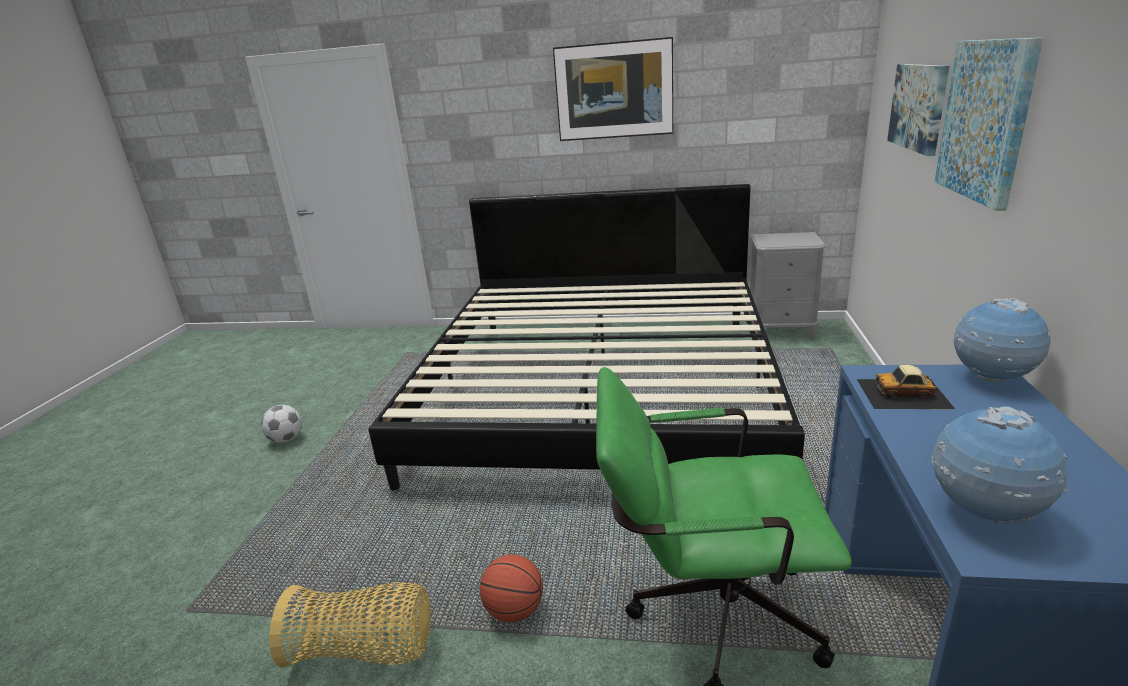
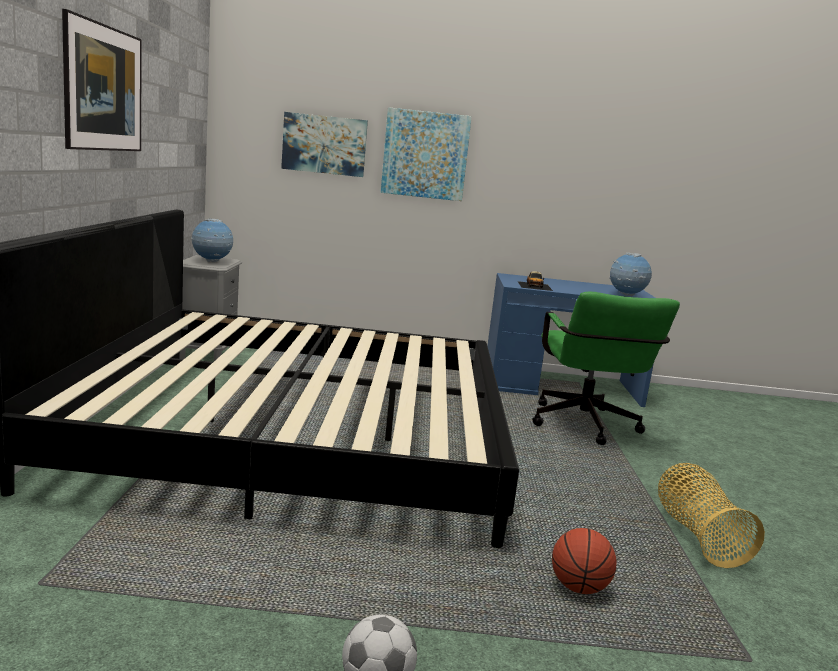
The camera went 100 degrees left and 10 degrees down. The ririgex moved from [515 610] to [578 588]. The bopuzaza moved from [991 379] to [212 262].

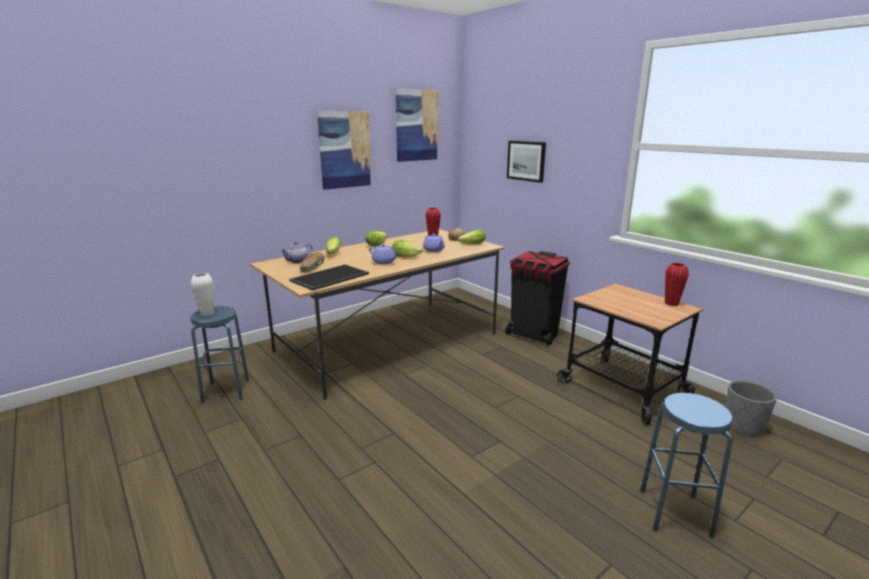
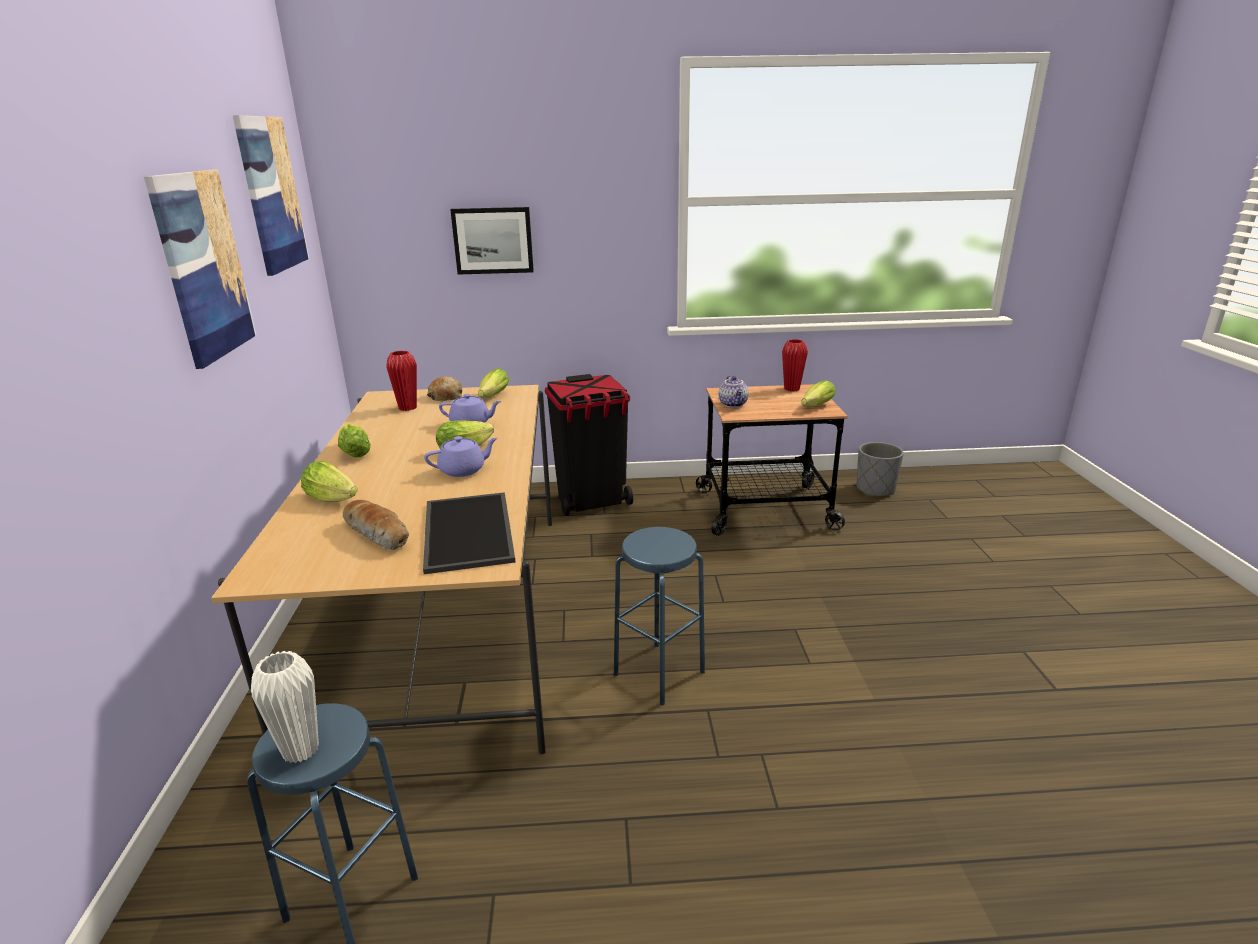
The camera went 55 degrees left and 5 degrees up. The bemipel at [815 407] appeared. The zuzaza moved from [298 261] to [733 404]. The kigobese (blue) moved from [675 513] to [659 673].

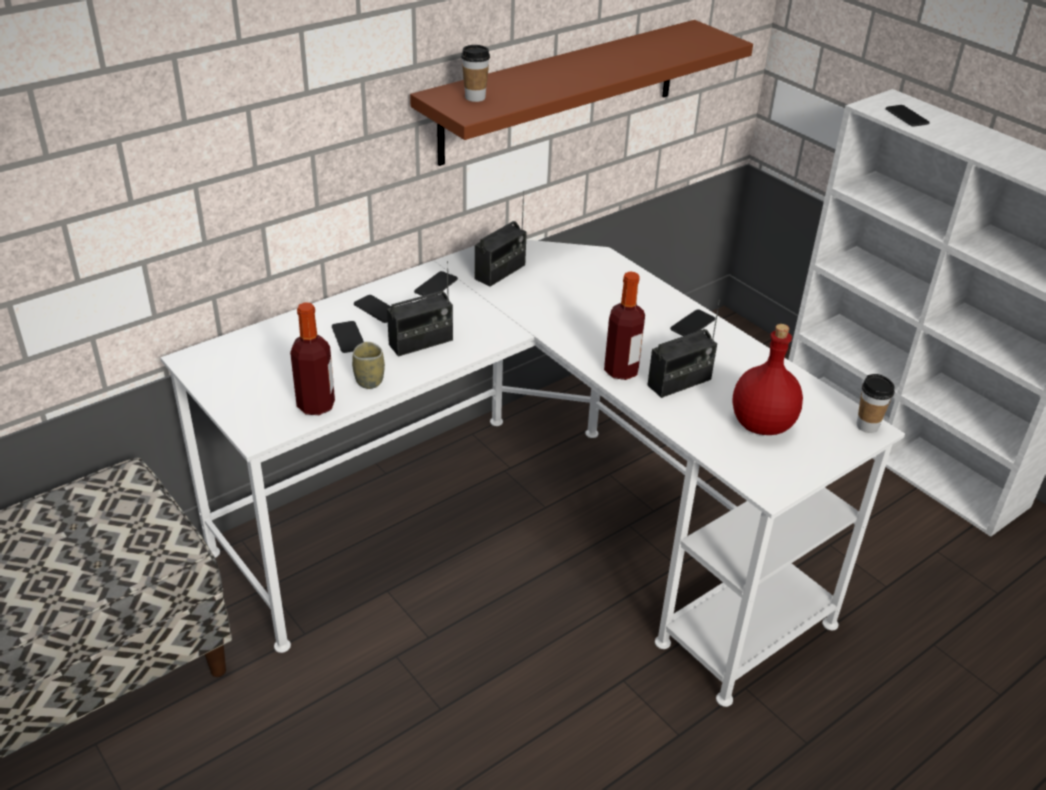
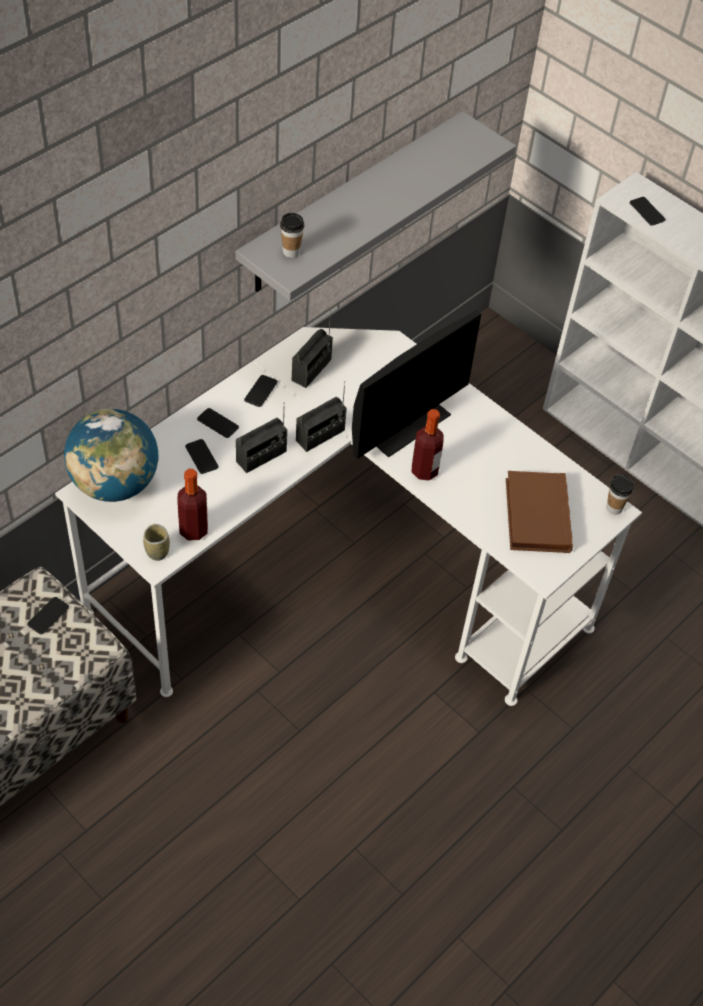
The camera went 10 degrees left and 15 degrees up. The bopuzaza at [115 483] appeared. The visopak at [406 424] appeared. The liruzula moved from [369 381] to [157 551]. The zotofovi moved from [679 382] to [320 435]. The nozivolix moved from [692 324] to [48 616]. The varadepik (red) at [760 424] was replaced by the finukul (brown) at [535 514]. The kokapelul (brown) at [561 91] became the kokapelul (grey) at [352 203].

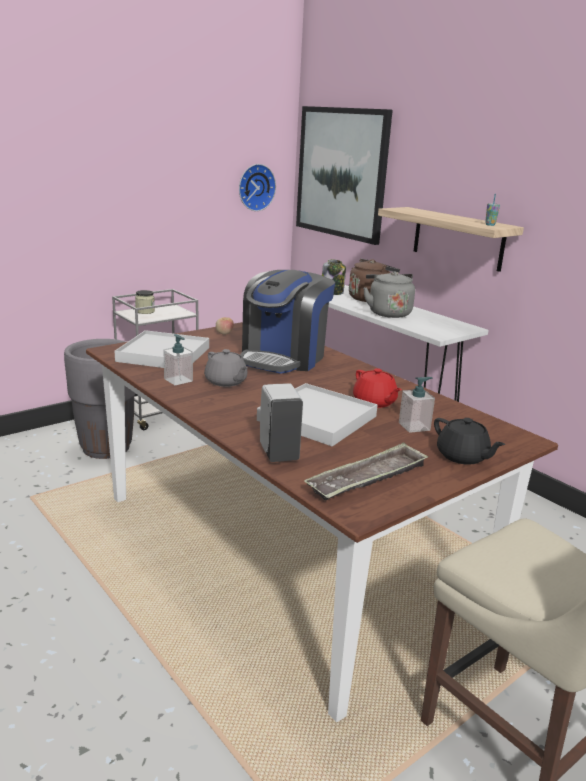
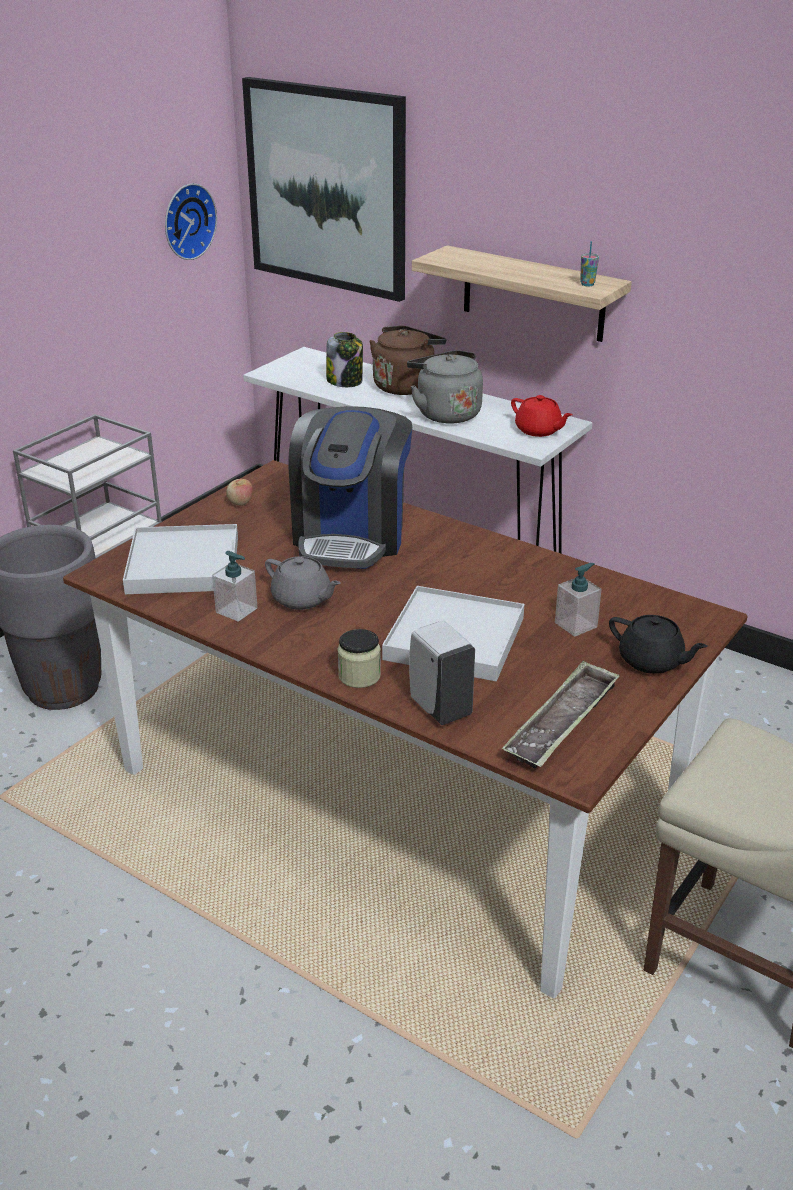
The camera went 15 degrees left and 10 degrees up. The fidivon moved from [145 311] to [359 676]. The zuzaza (red) moved from [375 402] to [538 430].

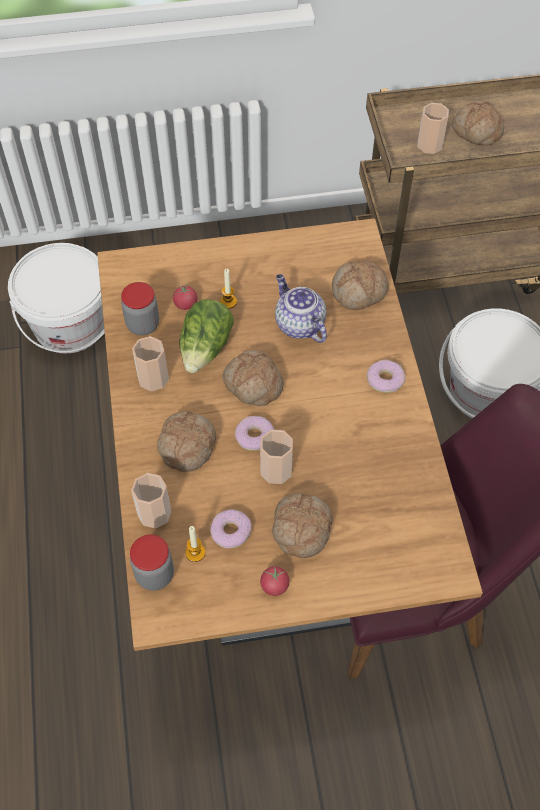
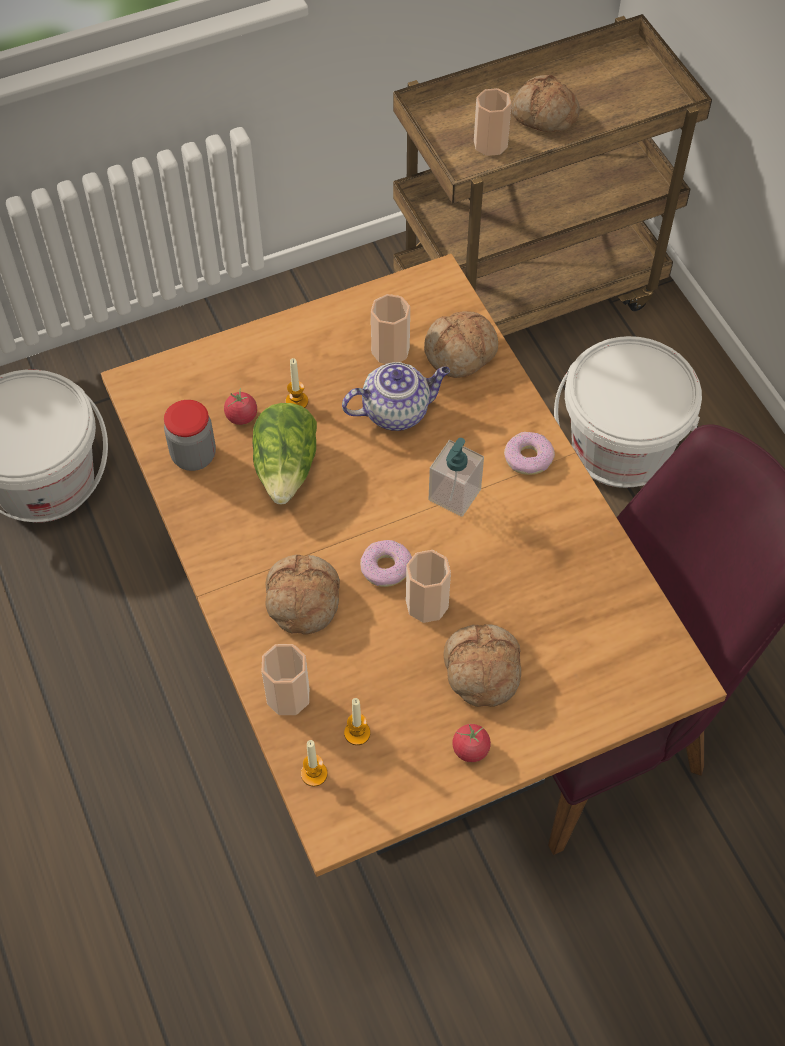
The camera went 15 degrees left and 0 degrees up. The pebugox at [230 531] disappeared. The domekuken at [252 384] disappeared. The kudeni at [454 495] appeared. The liruzula moved from [153 378] to [390 350]. The fidivon at [155 574] was replaced by the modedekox at [314 774]. The zuzaza at [298 324] turned 120 degrees clockwise.

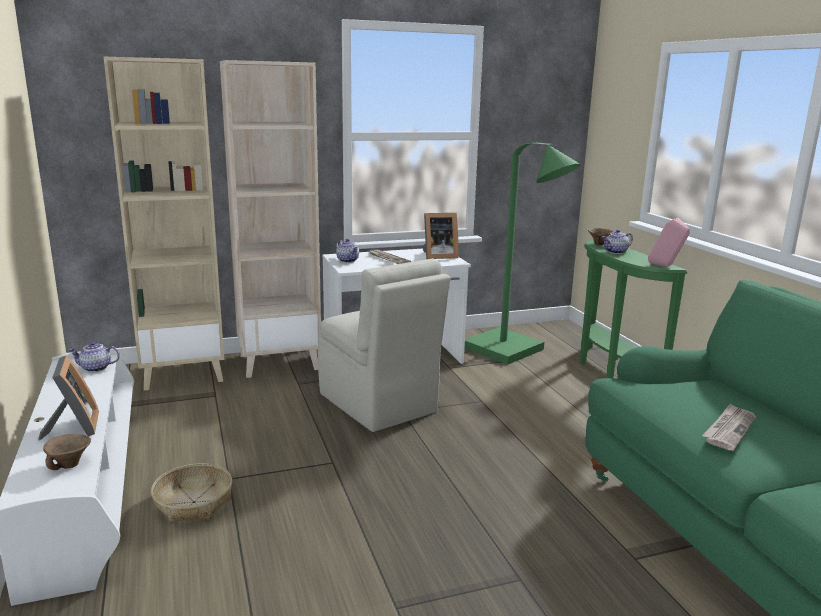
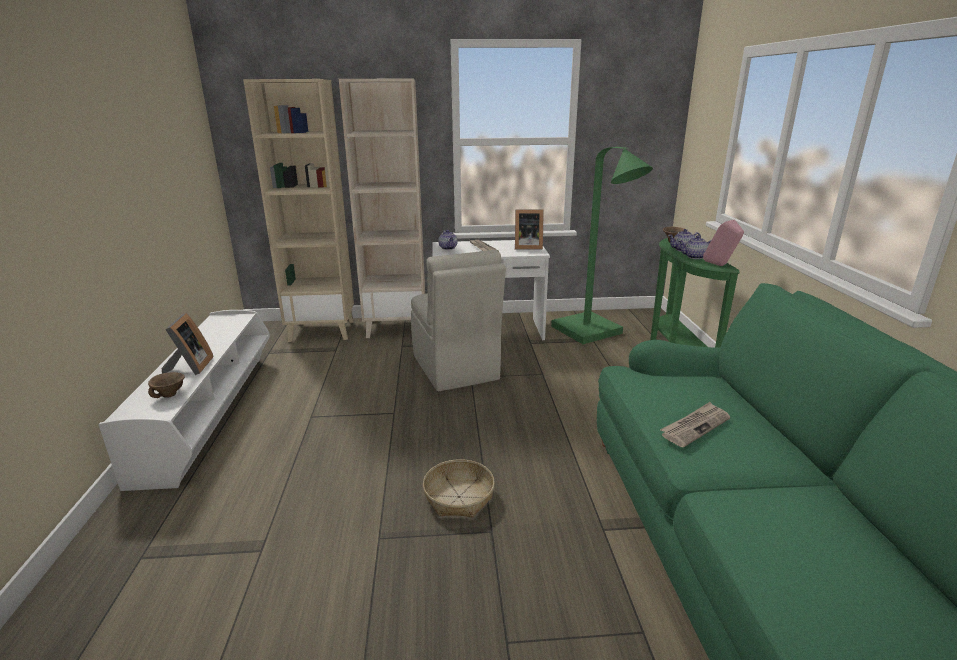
The camera went 15 degrees right and 5 degrees up. The zuzaza moved from [95 368] to [694 257]. The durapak moved from [193 502] to [458 496].

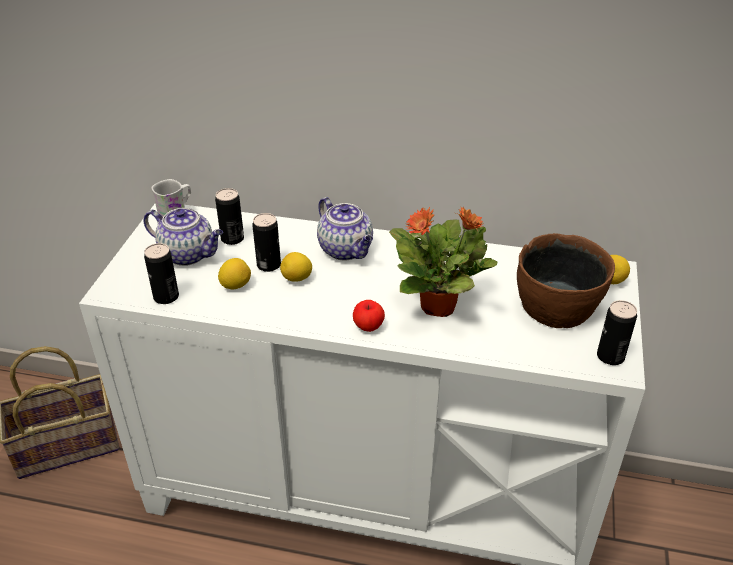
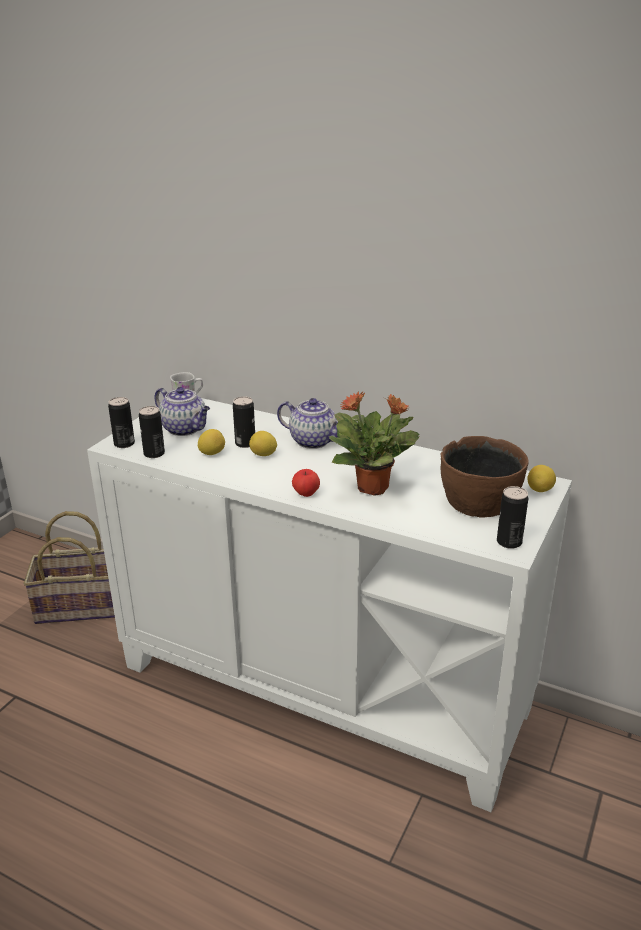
The camera went 15 degrees right and 10 degrees down. The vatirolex moved from [232 239] to [124 444]. The zuzaza at [346 250] turned 45 degrees counterclockwise.

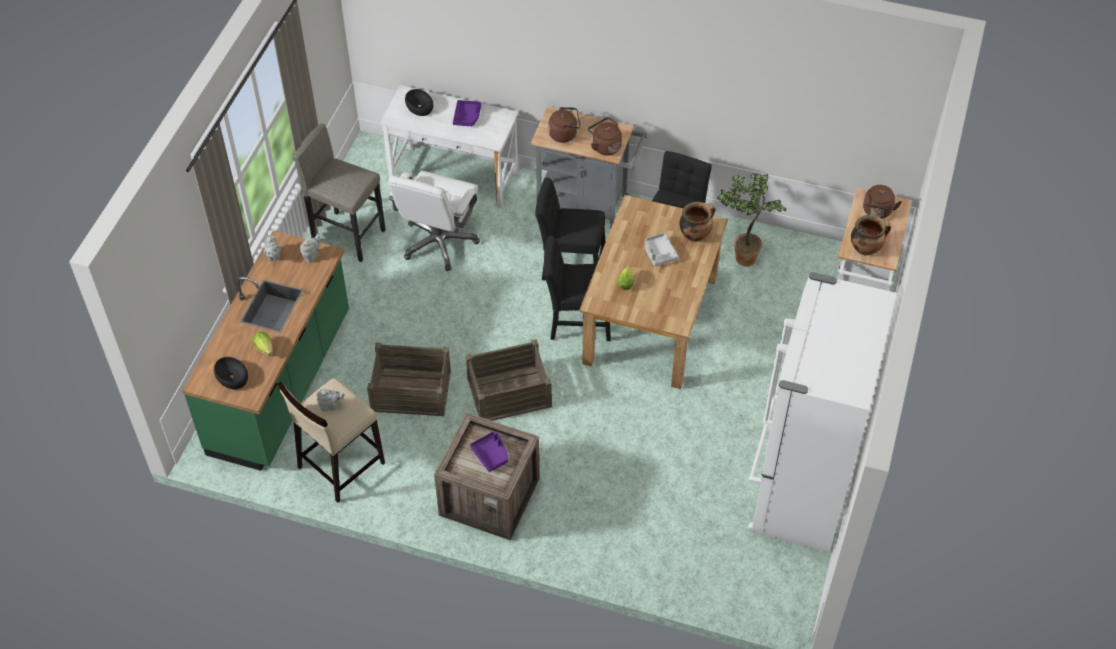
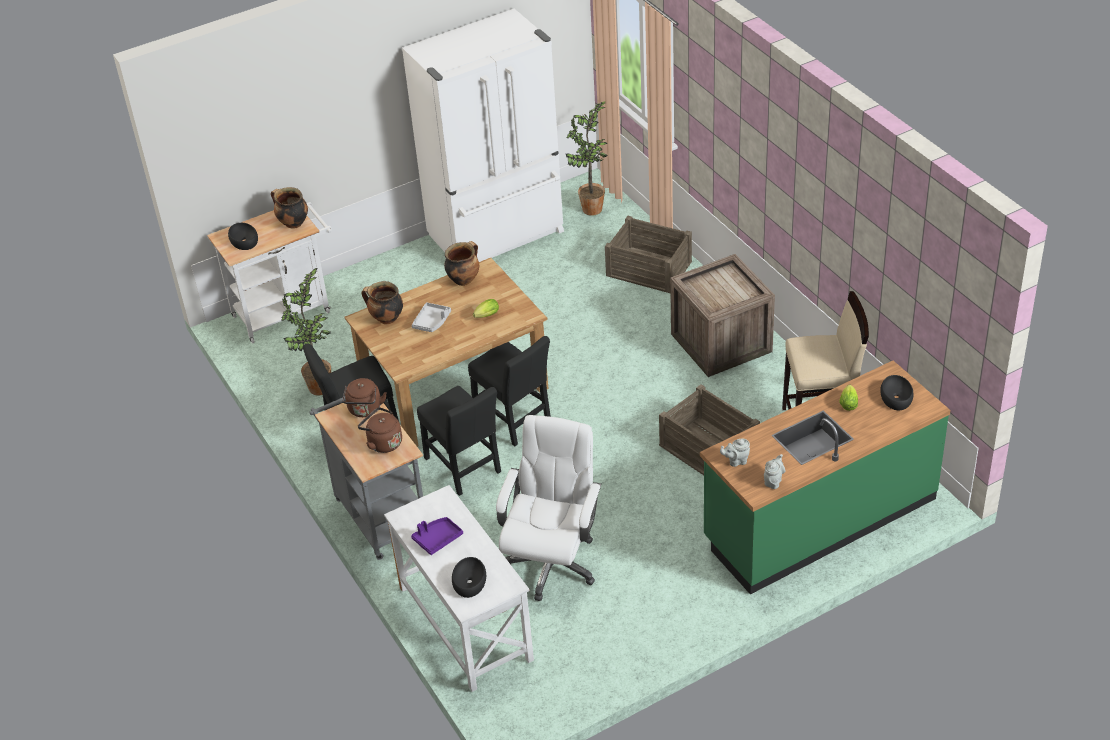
The camera went 135 degrees left and 10 degrees down. The kigobese (grey) at [348 236] disappeared. The zuzaza (grey) at [331 406] disappeared. The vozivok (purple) at [491 454] disappeared. The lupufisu at [464 279] appeared. The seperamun at [592 211] appeared. The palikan moved from [508 392] to [649 269]. The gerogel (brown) at [877 212] was replaced by the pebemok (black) at [244 240]. The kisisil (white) at [439 242] turned 45 degrees counterclockwise.

